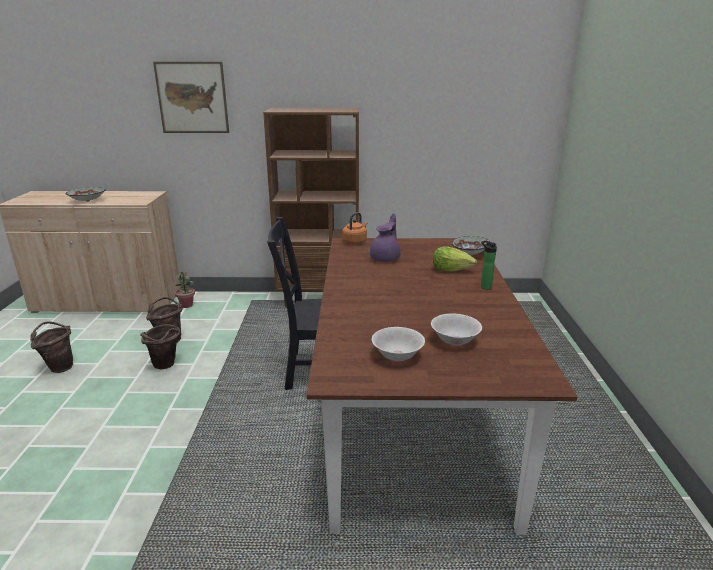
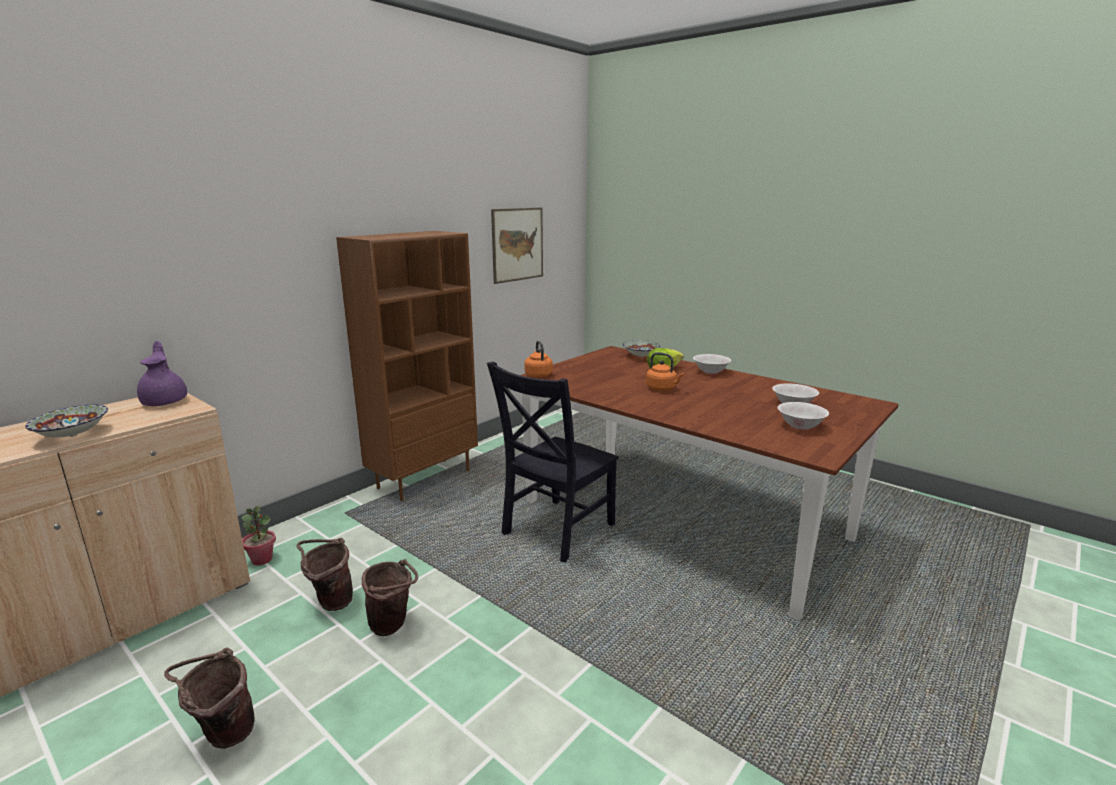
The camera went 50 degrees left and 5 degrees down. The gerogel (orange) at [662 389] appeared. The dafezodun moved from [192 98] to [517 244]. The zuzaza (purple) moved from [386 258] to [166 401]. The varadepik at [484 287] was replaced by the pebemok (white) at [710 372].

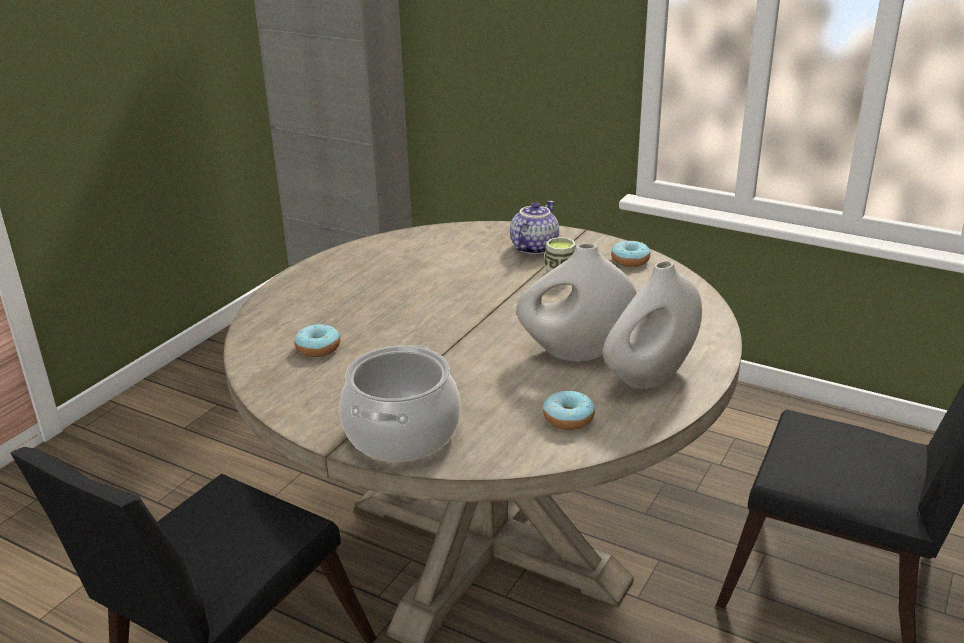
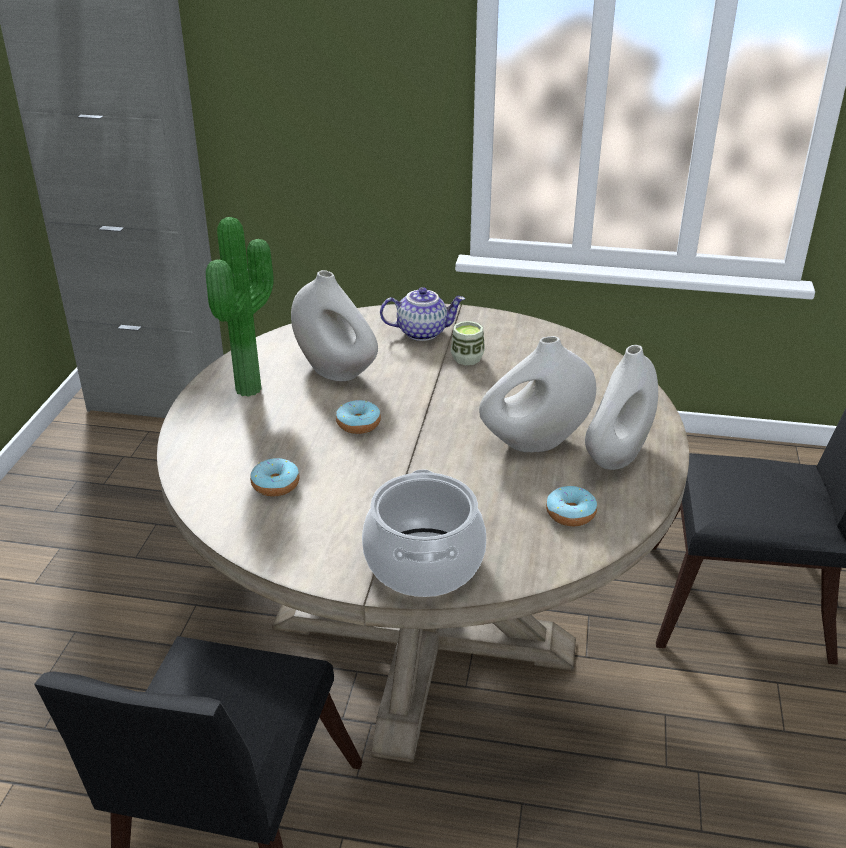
The camera went 20 degrees left and 5 degrees up. The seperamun at [253 390] appeared. The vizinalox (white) at [336 371] appeared. The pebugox moved from [630 260] to [358 424]. The zuzaza at [533 247] turned 75 degrees clockwise.

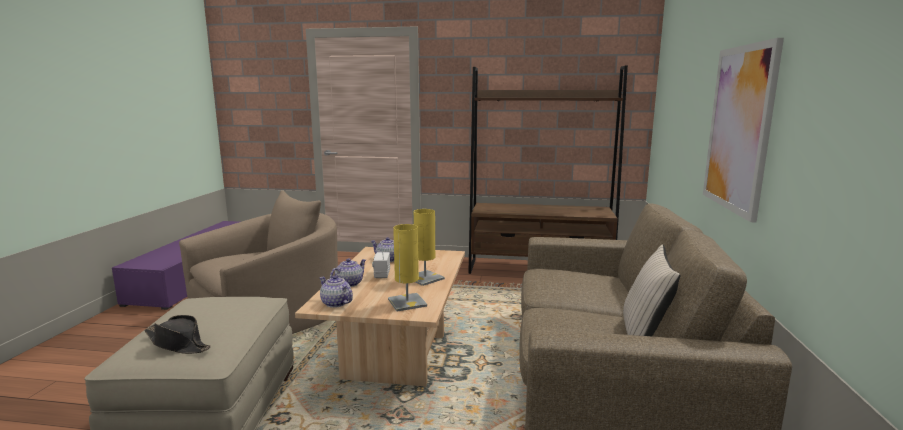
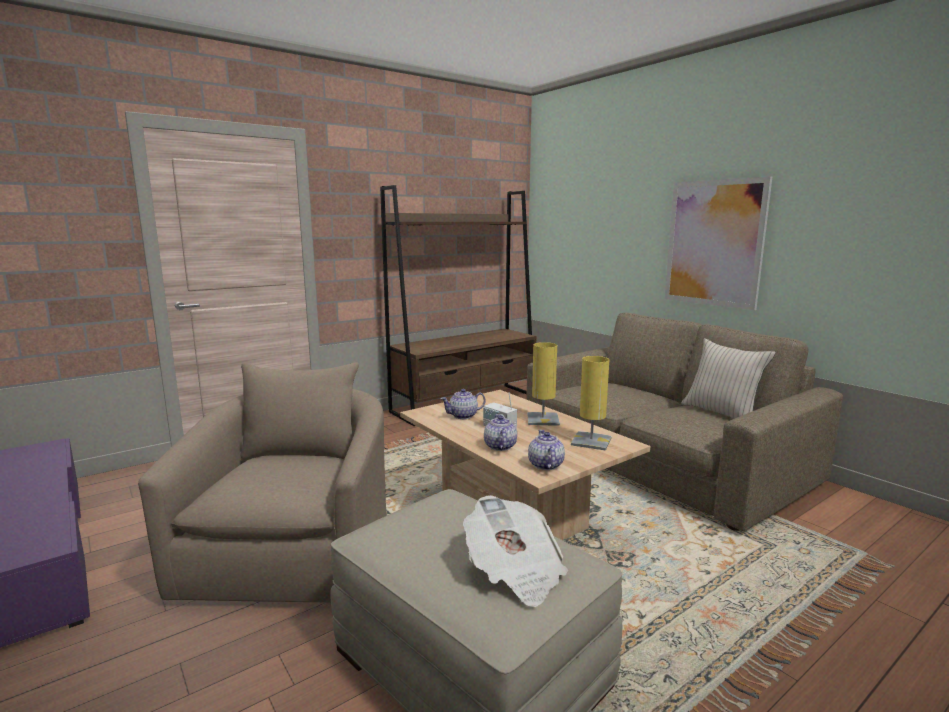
The camera went 45 degrees left and 0 degrees up. The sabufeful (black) at [178 344] was replaced by the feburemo at [514 572]. The zuzaza at [336 303] turned 90 degrees clockwise.

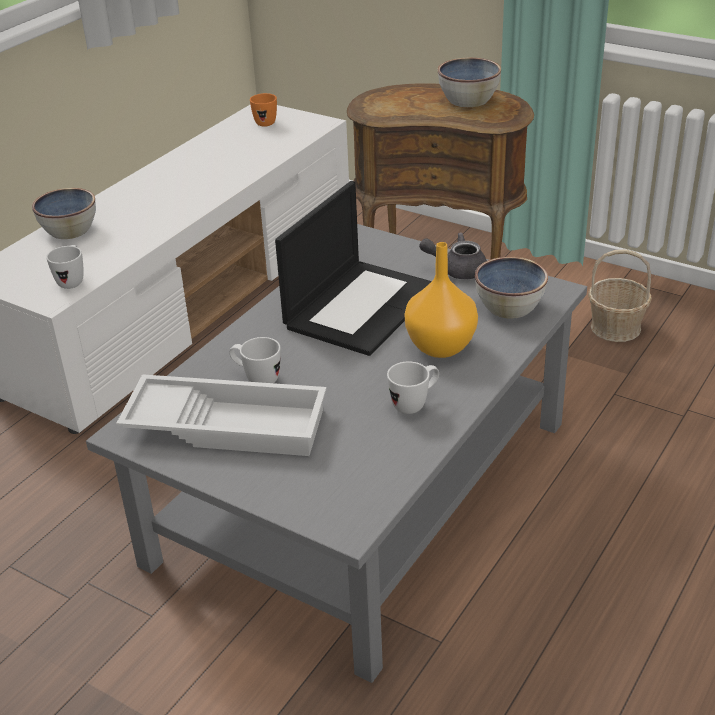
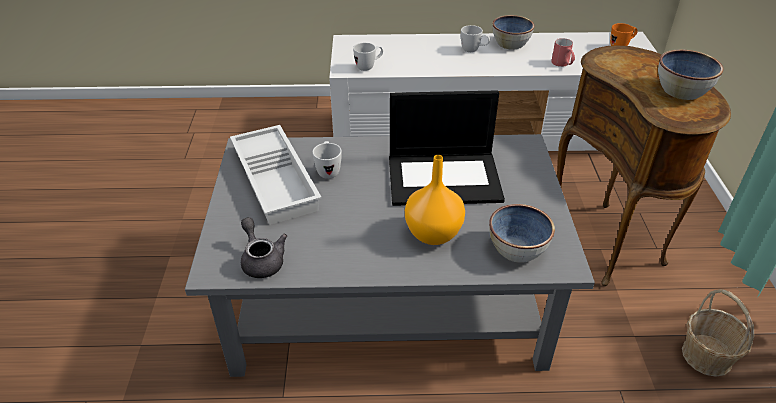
The camera went 55 degrees right and 5 degrees up. The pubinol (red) at [562 64] appeared. The pebemok moved from [70 230] to [511 44]. The pubinol (white) moved from [415 404] to [474 50]. The zuzaza (grey) moved from [457 270] to [262 260].

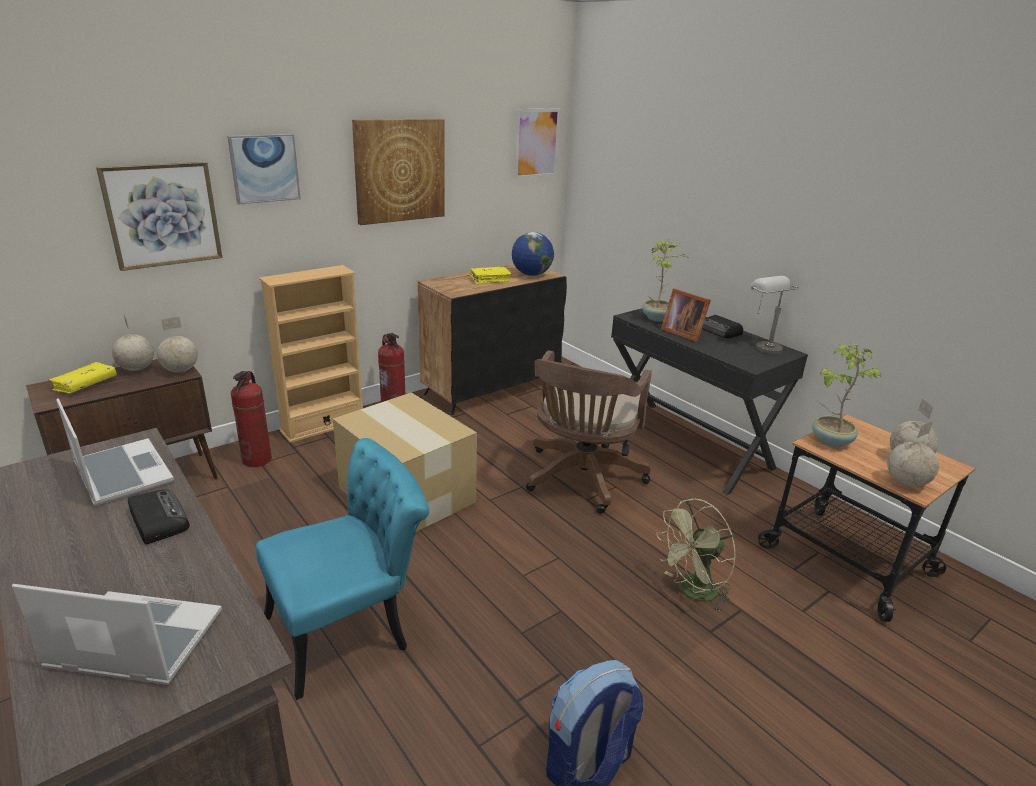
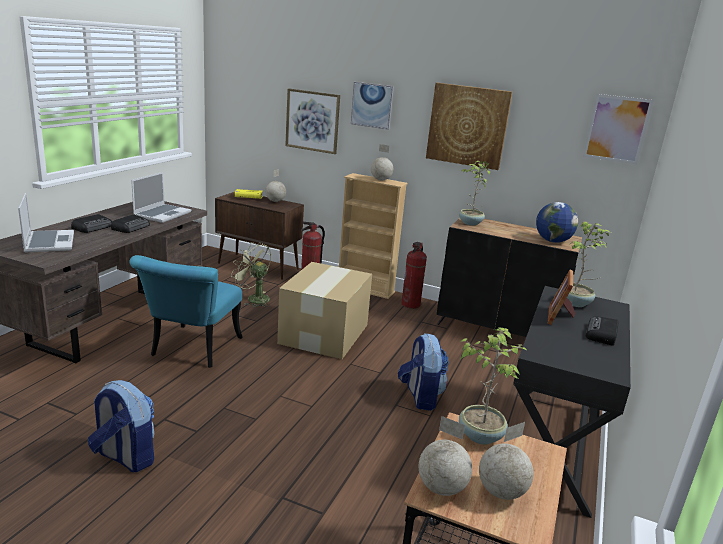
The camera went 60 degrees right and 5 degrees down. The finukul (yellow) at [490 280] disappeared. The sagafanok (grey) at [761 346] disappeared. The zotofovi at [93 227] appeared. The seperamun at [469 223] appeared. The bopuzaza moved from [181 370] to [381 180]. The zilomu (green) moved from [692 593] to [254 298]. The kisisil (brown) at [581 479] was replaced by the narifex at [420 397]. The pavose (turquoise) at [351 628] turned 75 degrees clockwise.

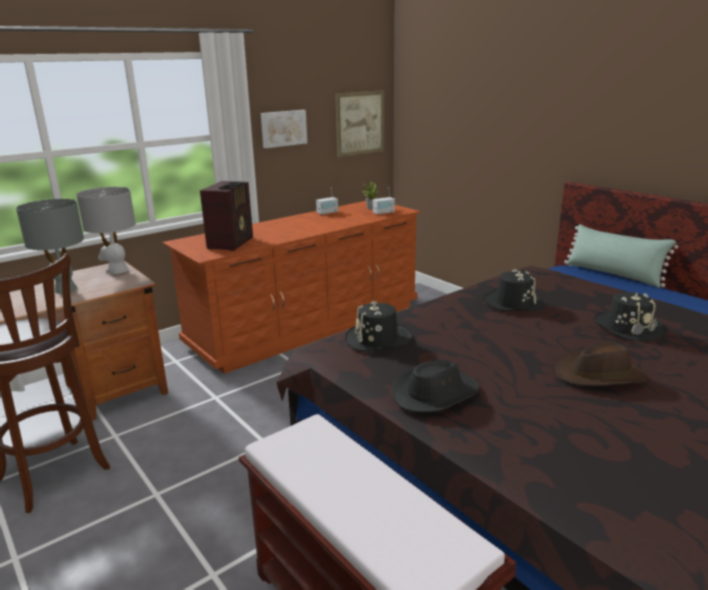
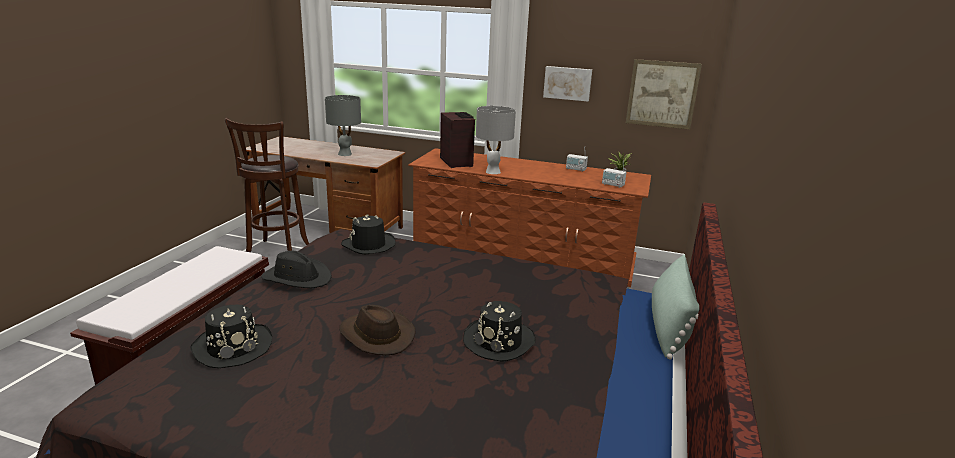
The camera went 55 degrees right and 0 degrees up. The sagafanok (grey) moved from [117 270] to [493 172]. The sabufeful (black) moved from [513 303] to [233 346]. The zotofovi at [232 243] turned 90 degrees counterclockwise.

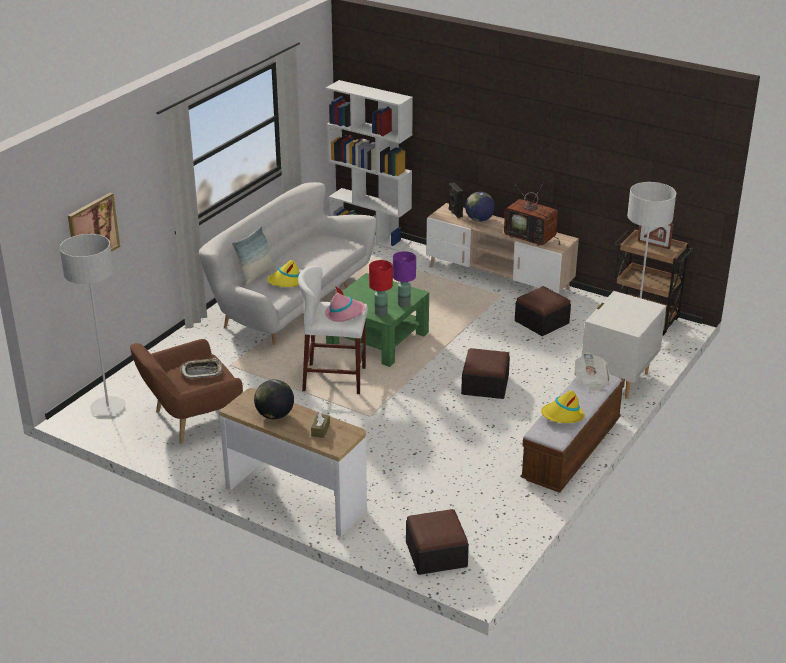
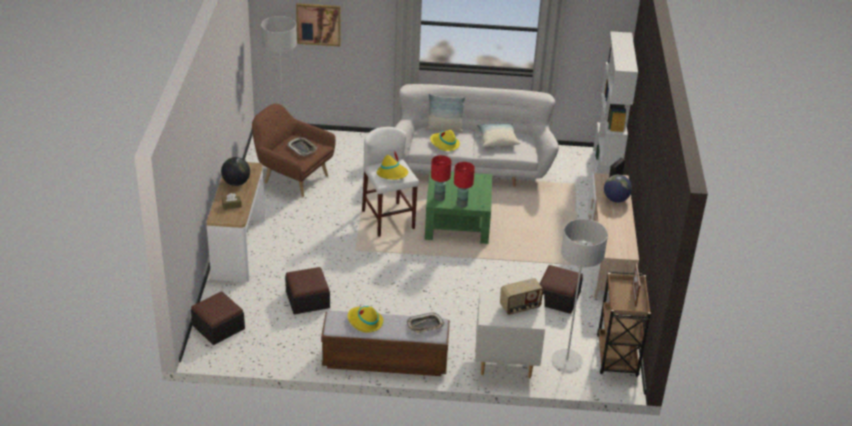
The camera went 60 degrees right and 5 degrees up. The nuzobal at [532 237] disappeared. The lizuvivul at [497 140] appeared. The zotofovi at [520 307] appeared. The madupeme moved from [485 385] to [307 300]. The feburemo at [591 381] was replaced by the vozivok at [425 325]. The sabufeful (pink) at [345 313] became the sabufeful (yellow) at [392 174]. The sagafanok (purple) at [403 304] became the sagafanok (red) at [461 204].

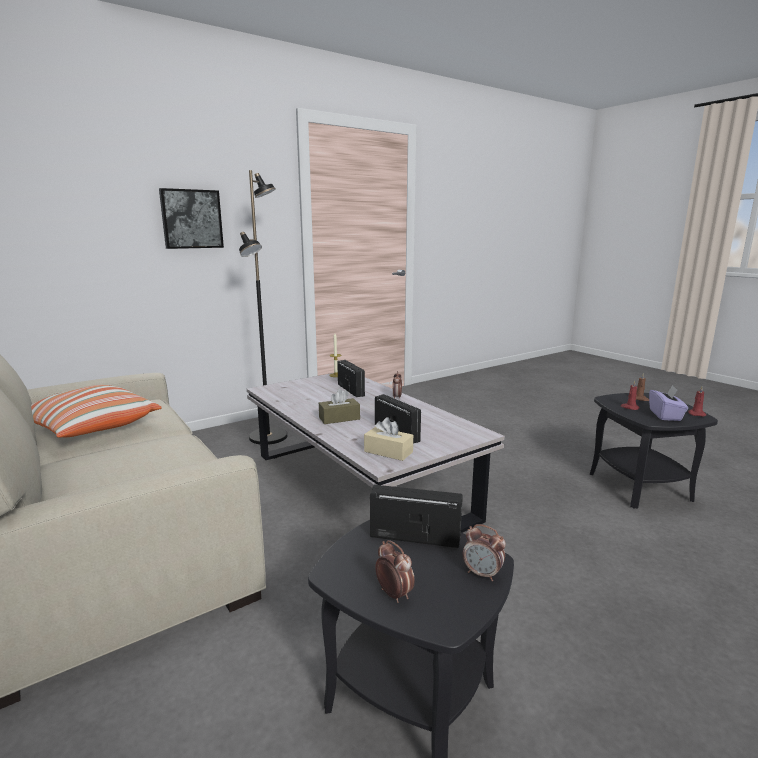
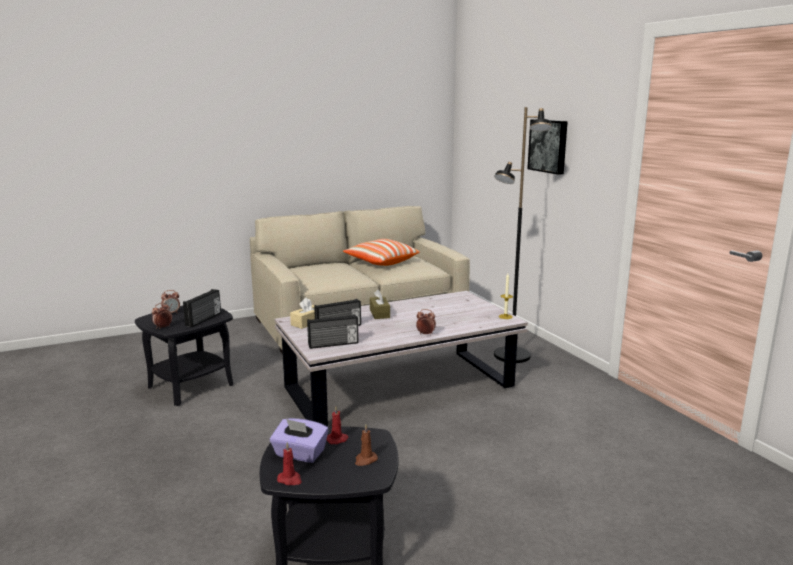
The camera went 100 degrees right and 0 degrees up. The zotofovi moved from [351 390] to [333 344].

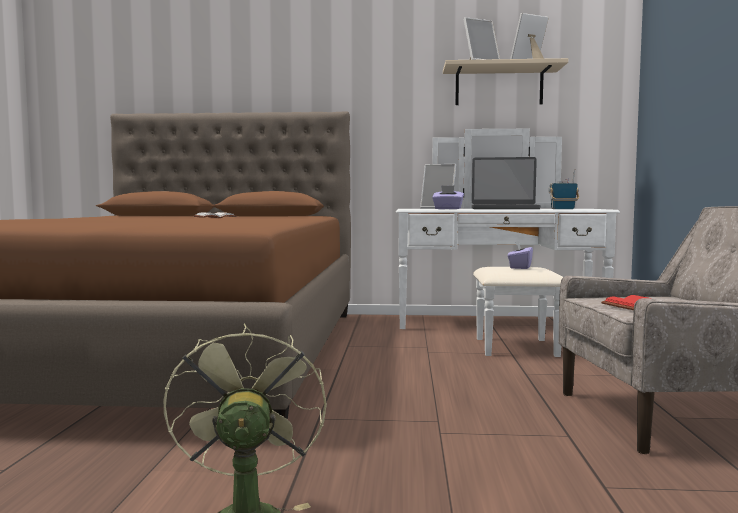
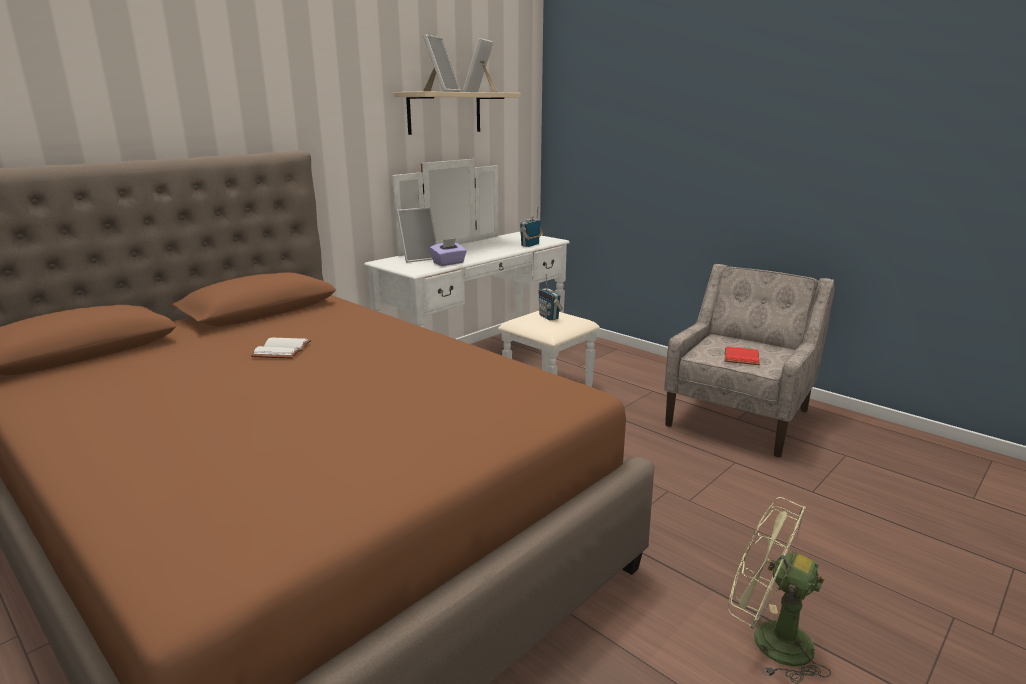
The camera went 50 degrees left and 15 degrees up. The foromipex at [504 208] disappeared. The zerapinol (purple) at [519 267] was replaced by the zotofovi at [549 317].

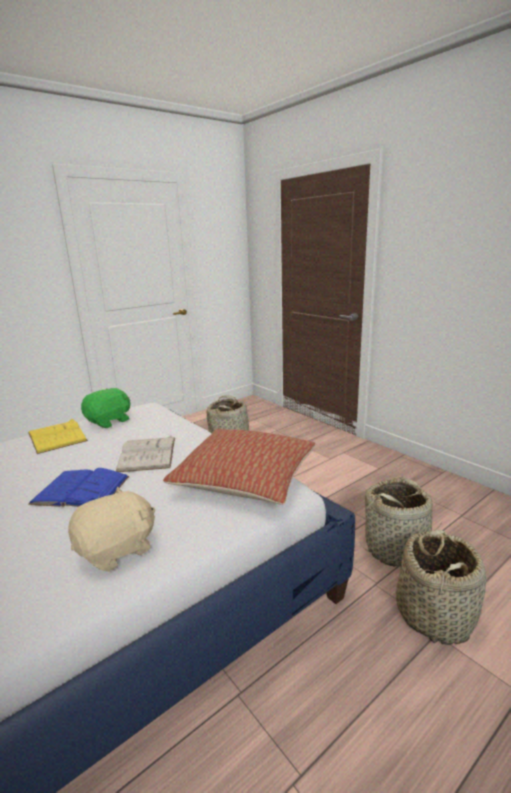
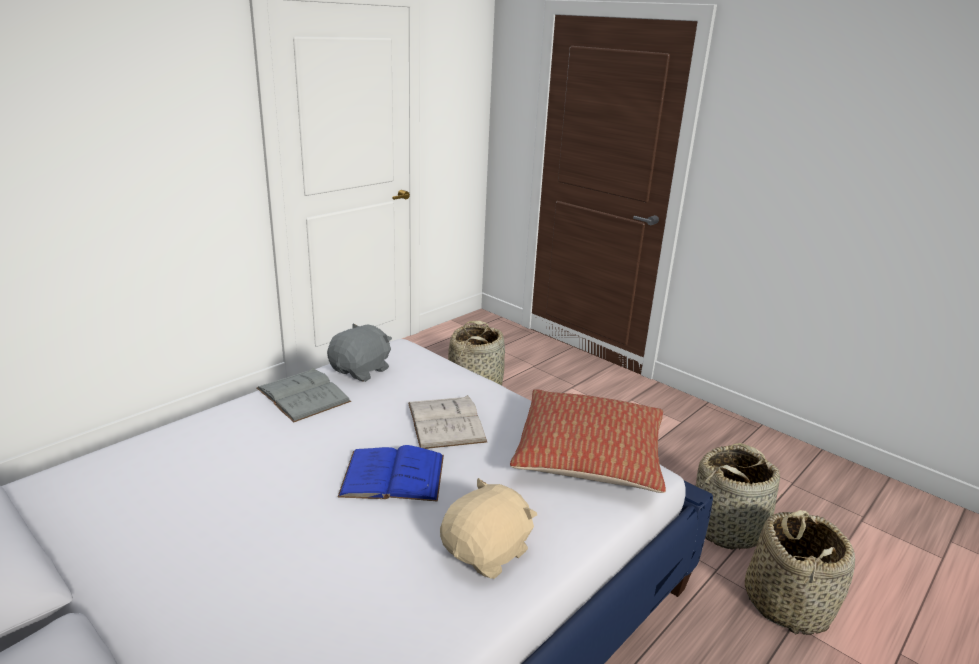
The camera went 10 degrees left and 5 degrees up. The finukul (yellow) at [57 436] became the finukul (grey) at [303 395]. The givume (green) at [109 421] became the givume (grey) at [361 370].

